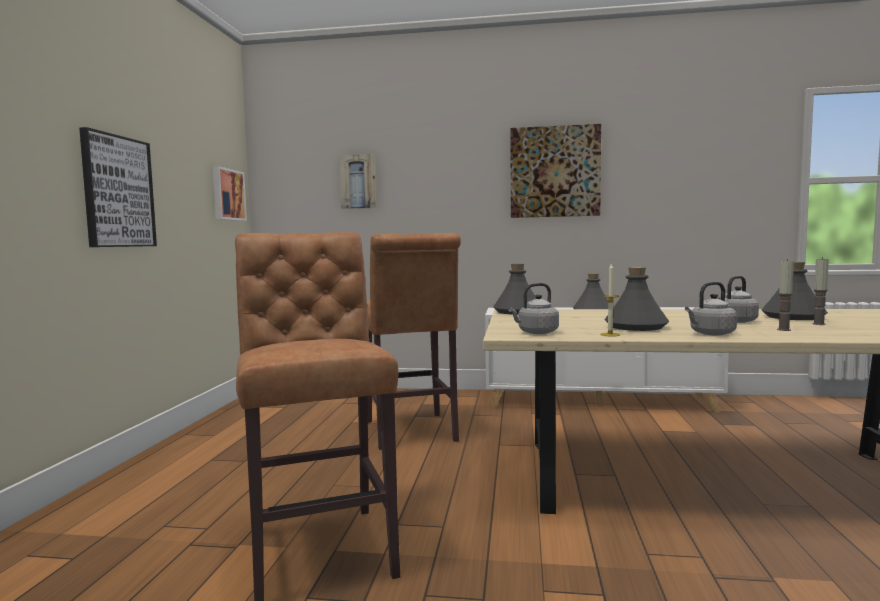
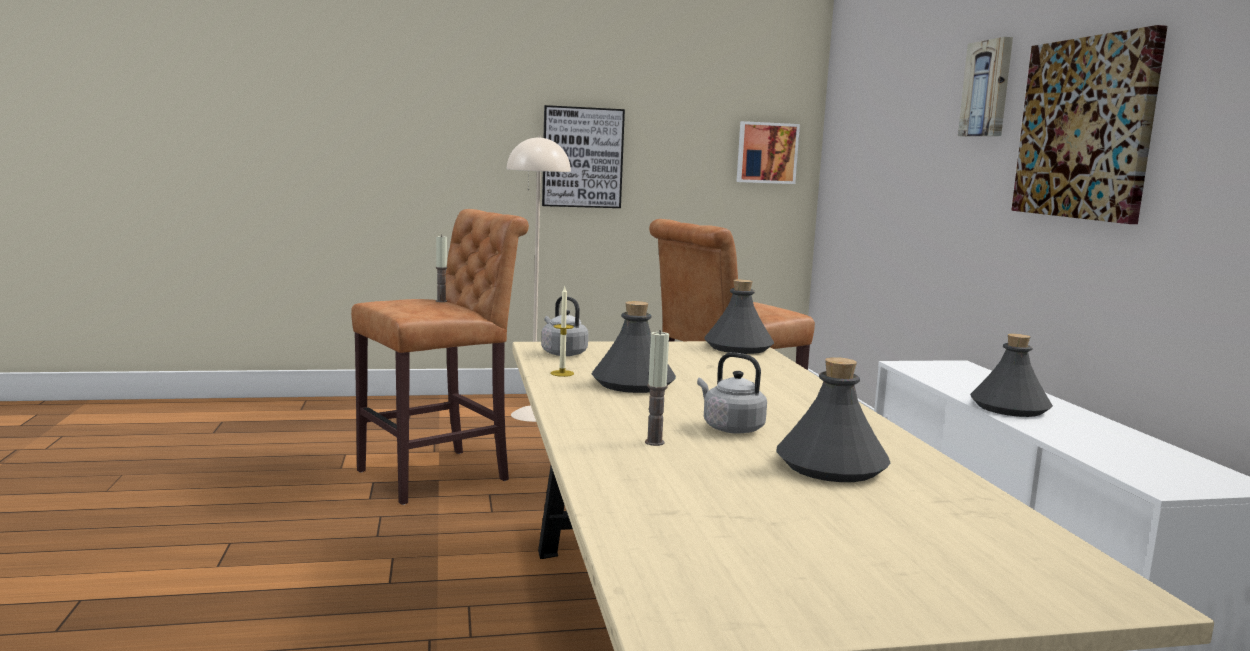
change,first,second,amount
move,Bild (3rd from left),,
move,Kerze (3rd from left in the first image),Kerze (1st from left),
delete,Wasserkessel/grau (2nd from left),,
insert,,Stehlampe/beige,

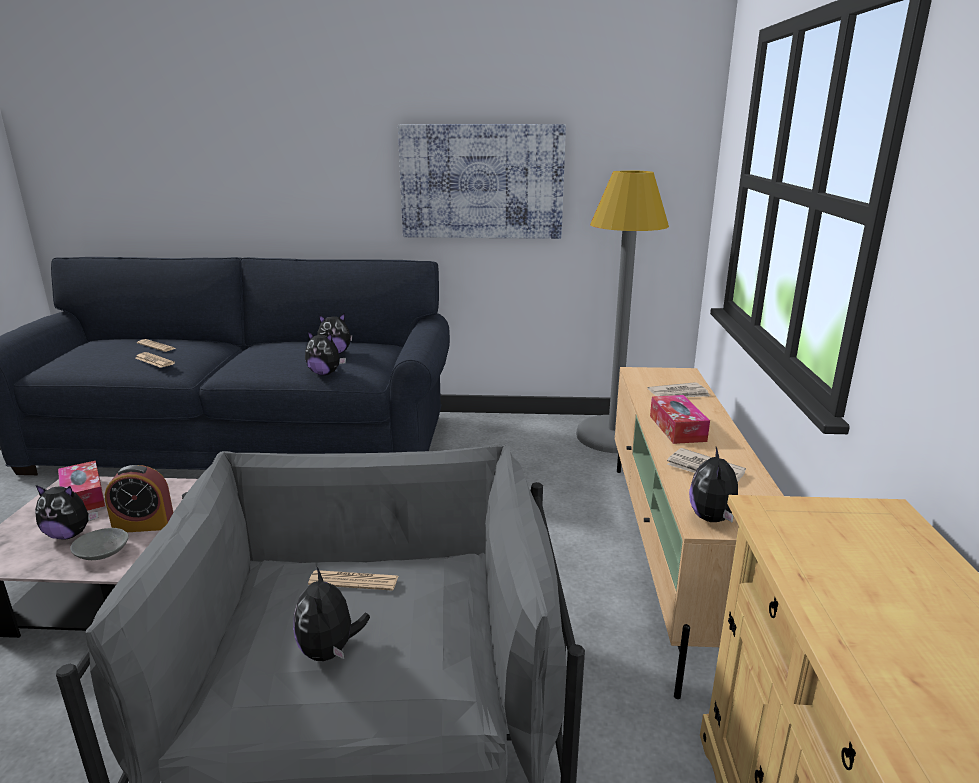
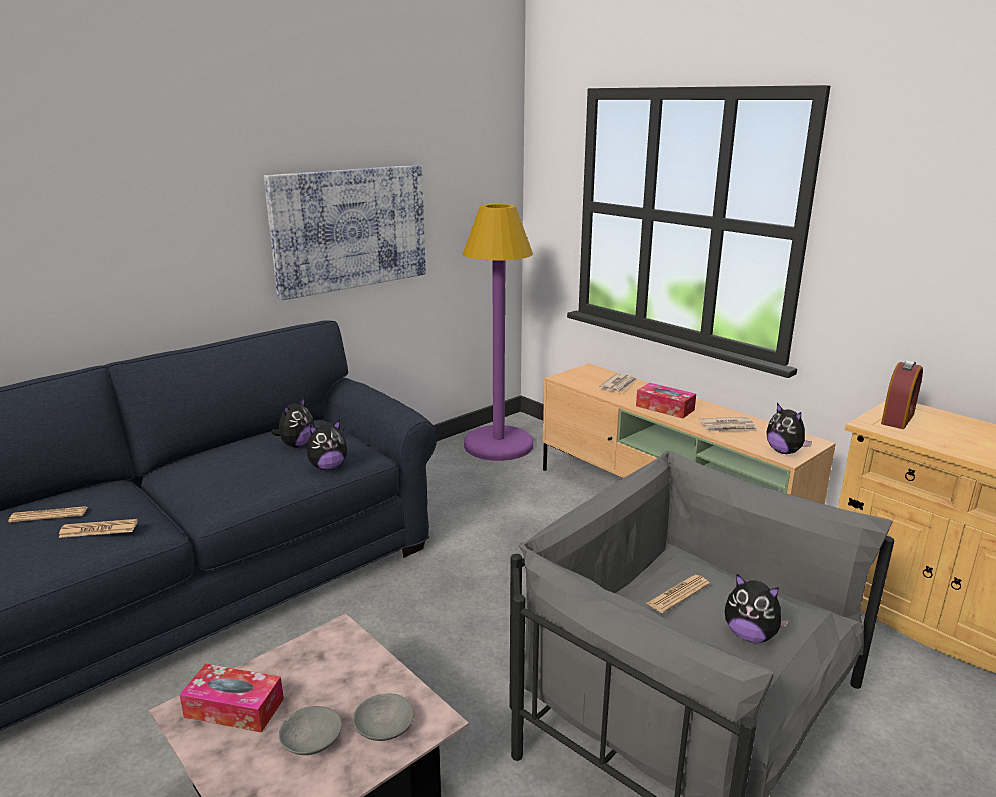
change,first,second,amount
recolor,Stehlampe/grau,Stehlampe/lila,
move,Wecker,,
replace,Plüschtier (1st from left),Schüssel/grau (1st from left),

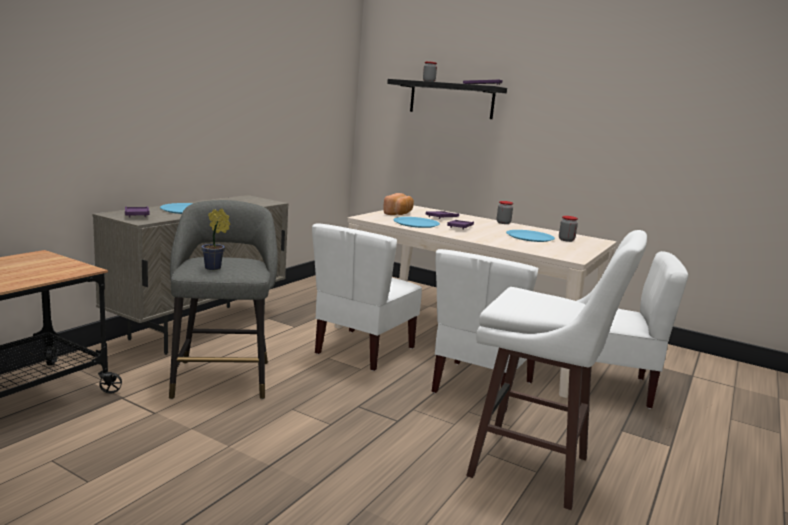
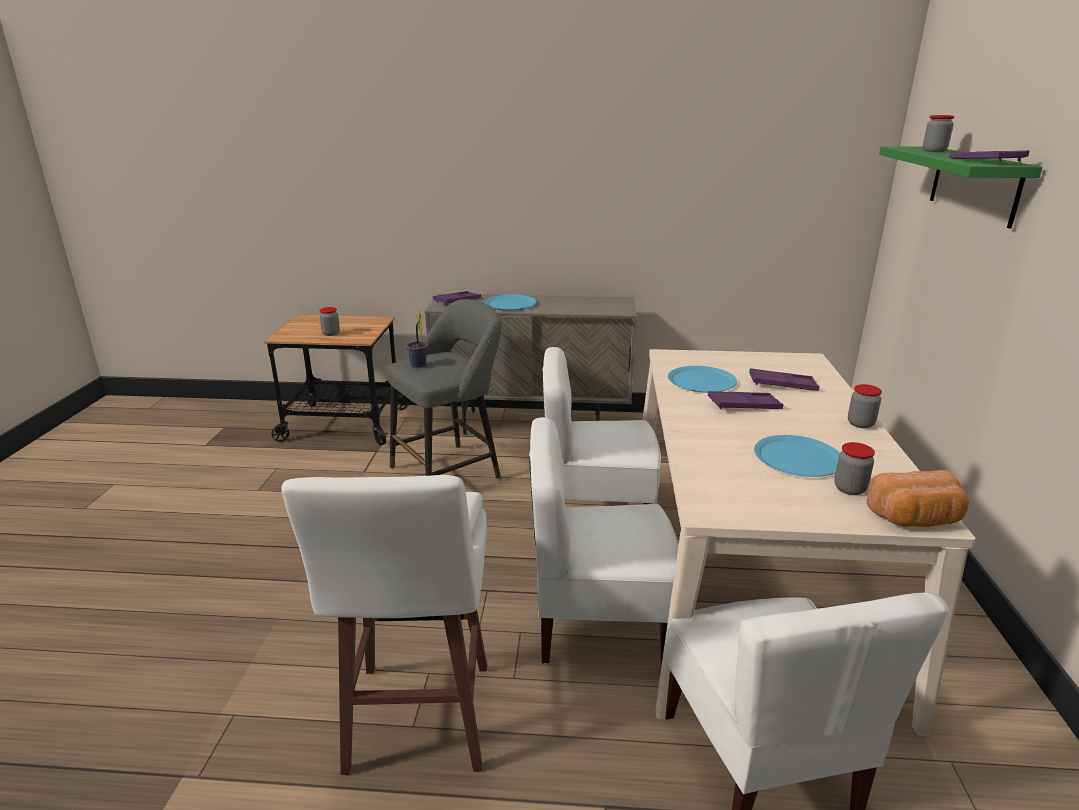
change,first,second,amount
recolor,Wandregal/schwarz,Wandregal/grün,
move,Brot,,
insert,,Vorratsglas (1st from left),

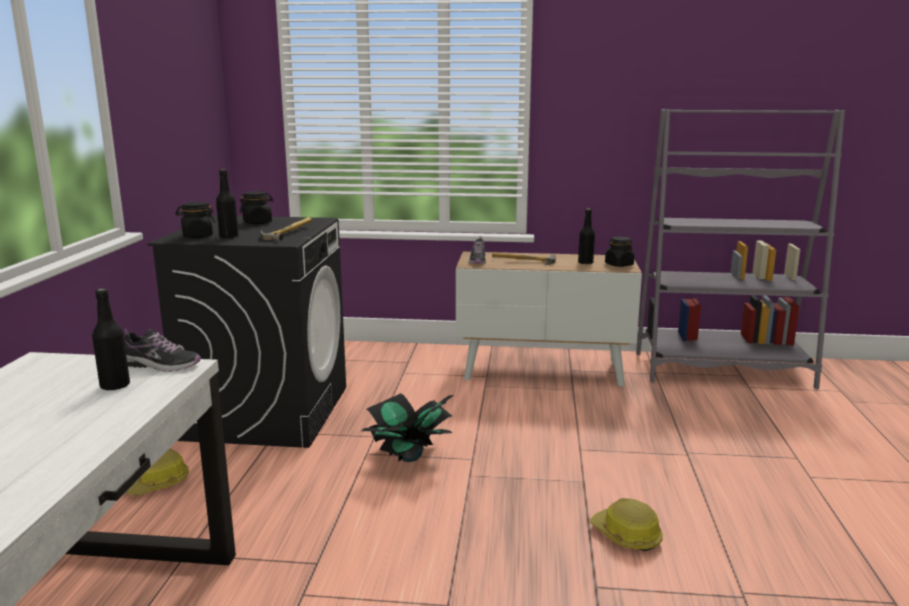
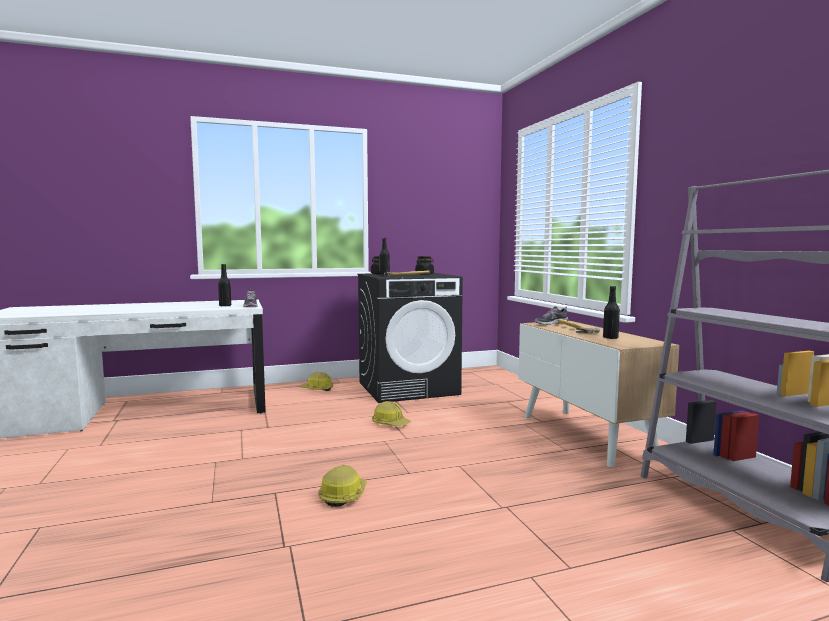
change,first,second,amount
delete,Vorratsglas/schwarz (3rd from left),,
replace,Topfpflanze,Schutzhelm (3rd from left),

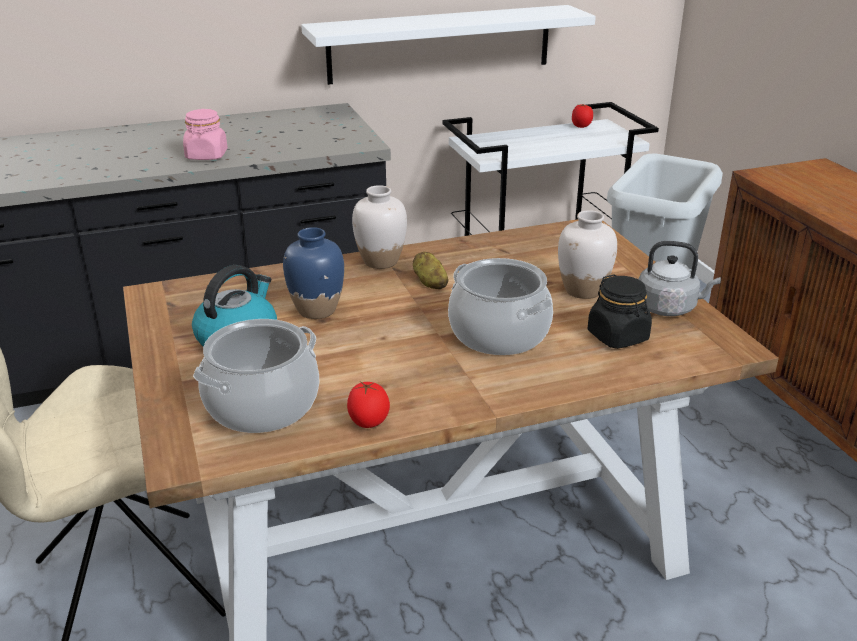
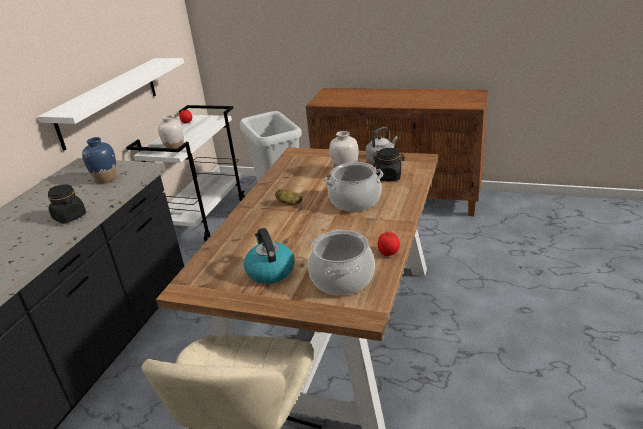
change,first,second,amount
recolor,Vorratsglas/rosa,Vorratsglas/schwarz (1st from left),
move,Vase/weiß (1st from left),,
move,Vase/blau,,

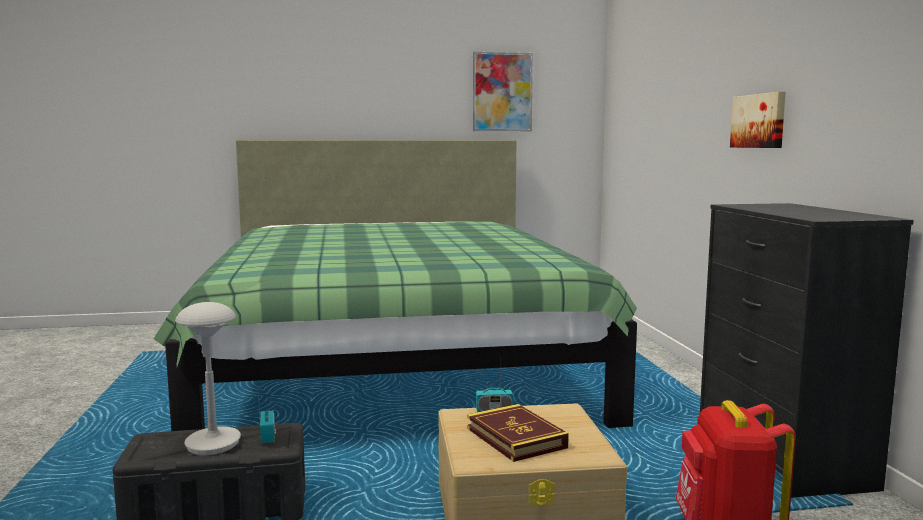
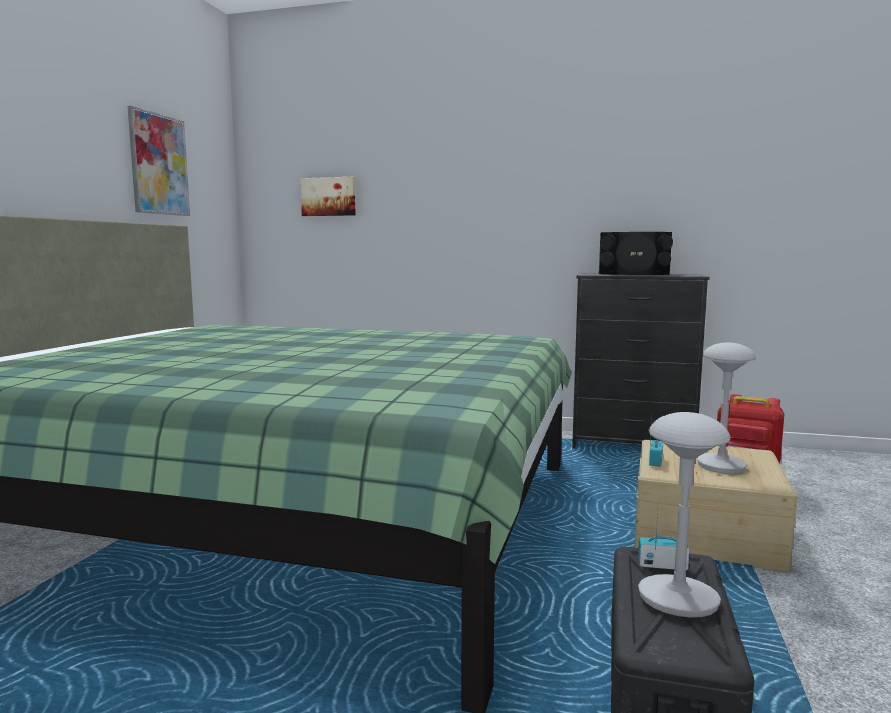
change,first,second,amount
move,Bild (2nd from left),,
replace,Buch,Tischlampe/grau (2nd from left),
insert,,Lautsprecher/schwarz,

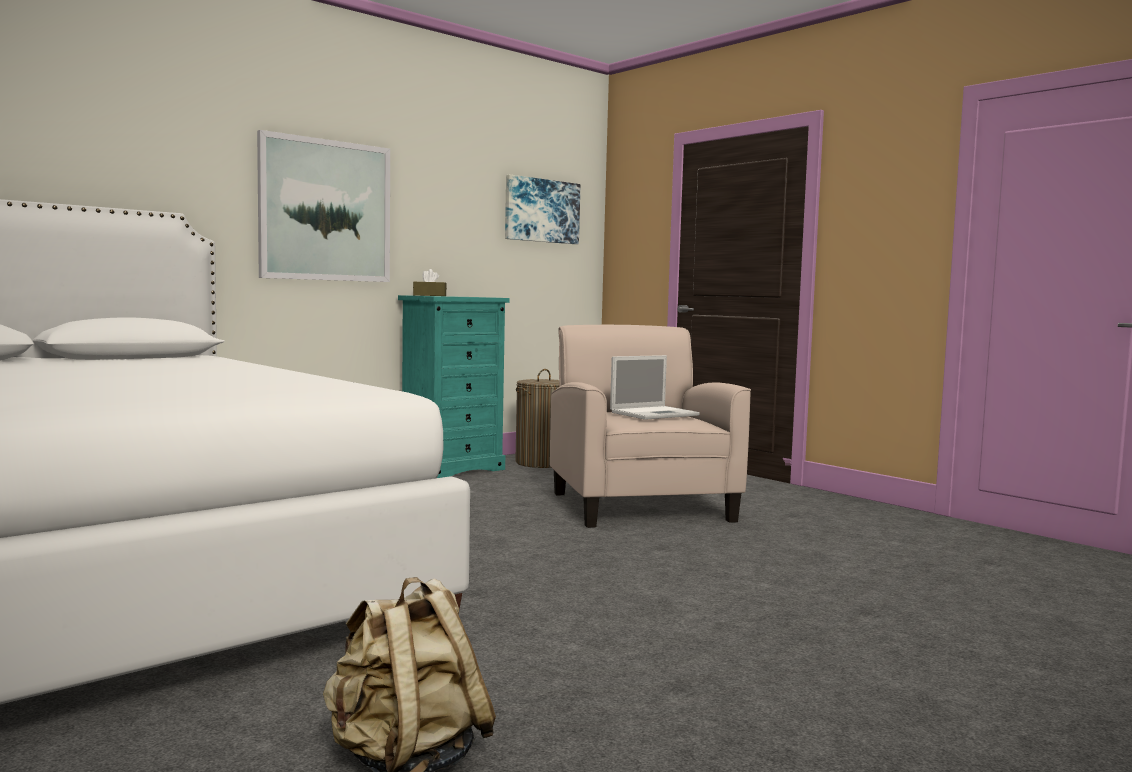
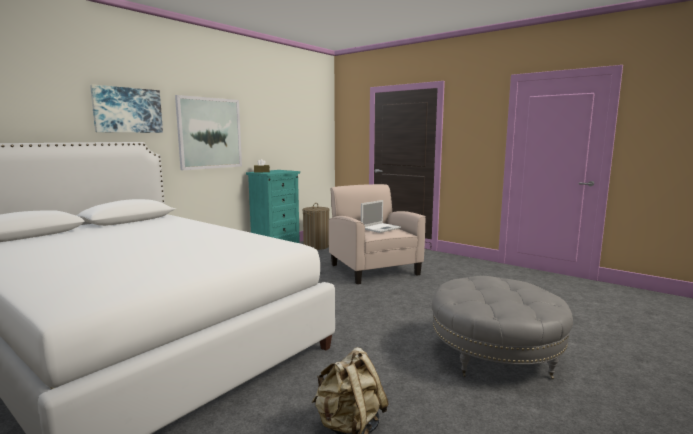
change,first,second,amount
move,Bild (2nd from left in the first image),Bild (1st from left),
insert,,Polsterhocker/grau,

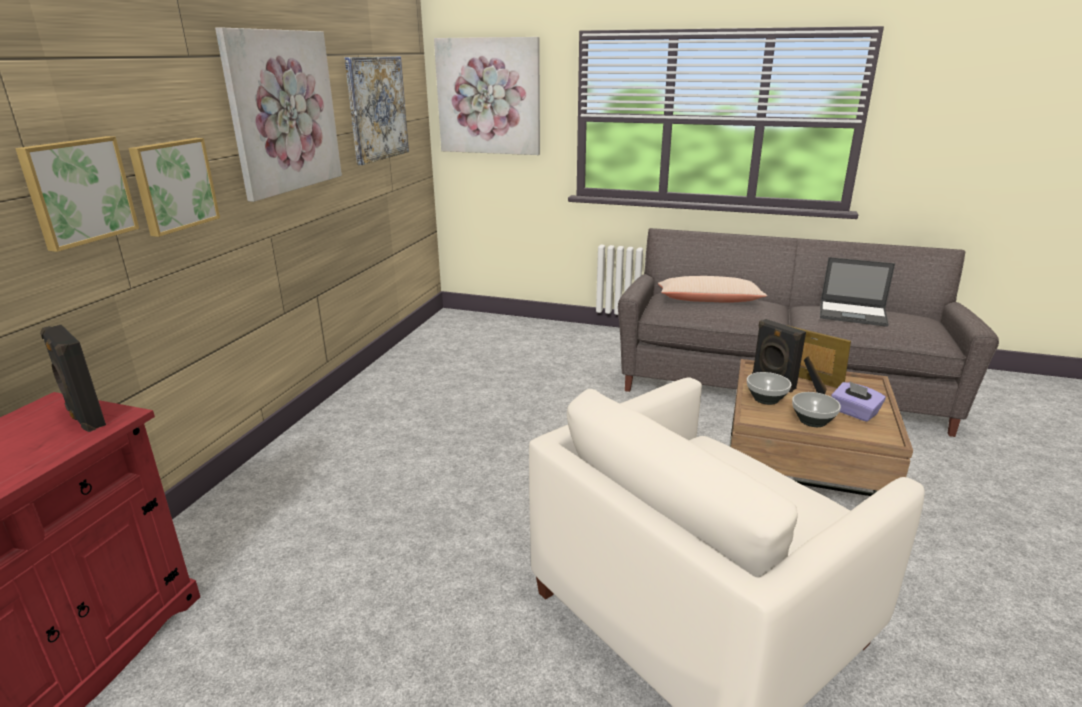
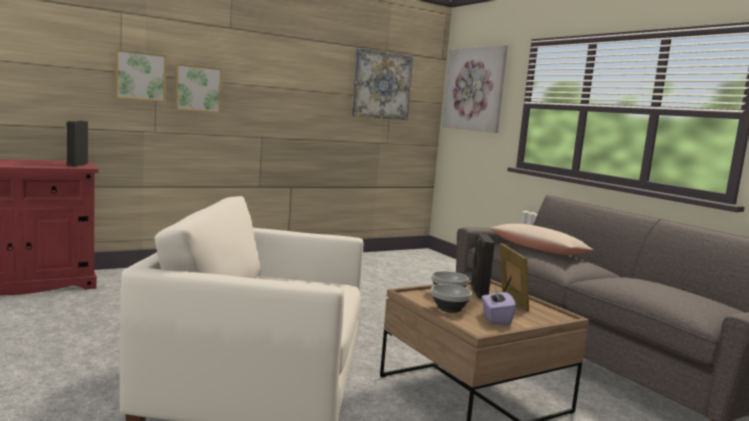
change,first,second,amount
delete,Bild (3rd from left),,
delete,Laptop,,

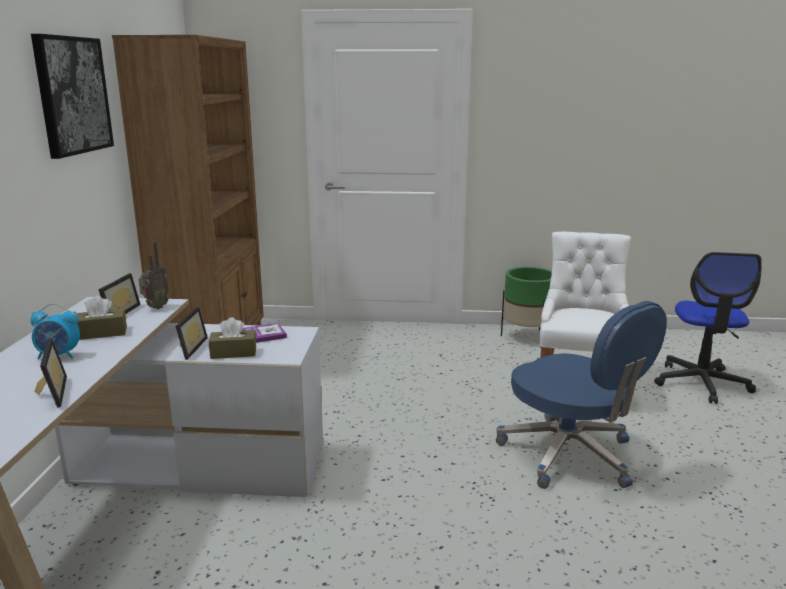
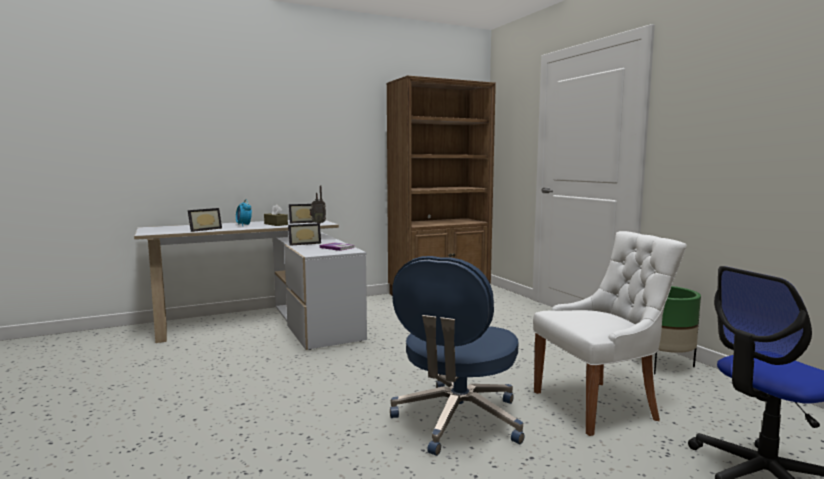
change,first,second,amount
delete,Bild,,
delete,Taschentuchbox/braun (2nd from left),,

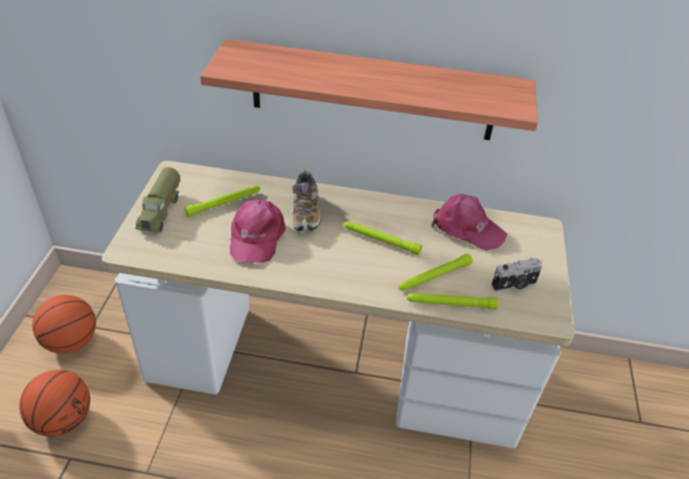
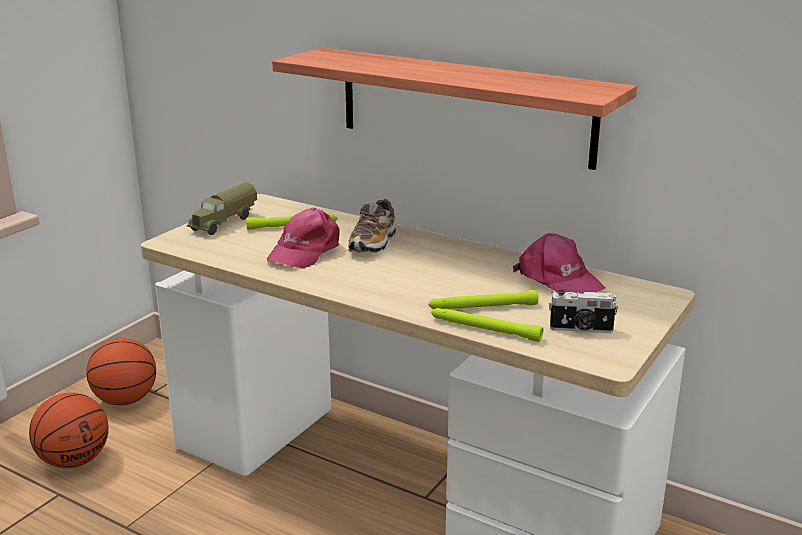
change,first,second,amount
delete,Taschenlampe/grün (2nd from left),,

